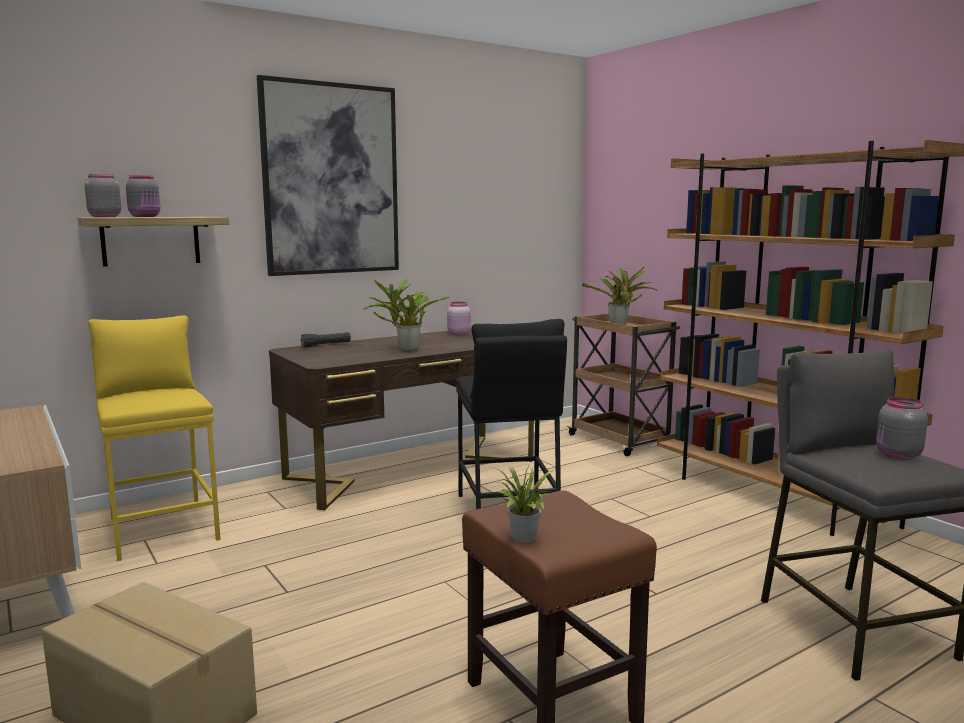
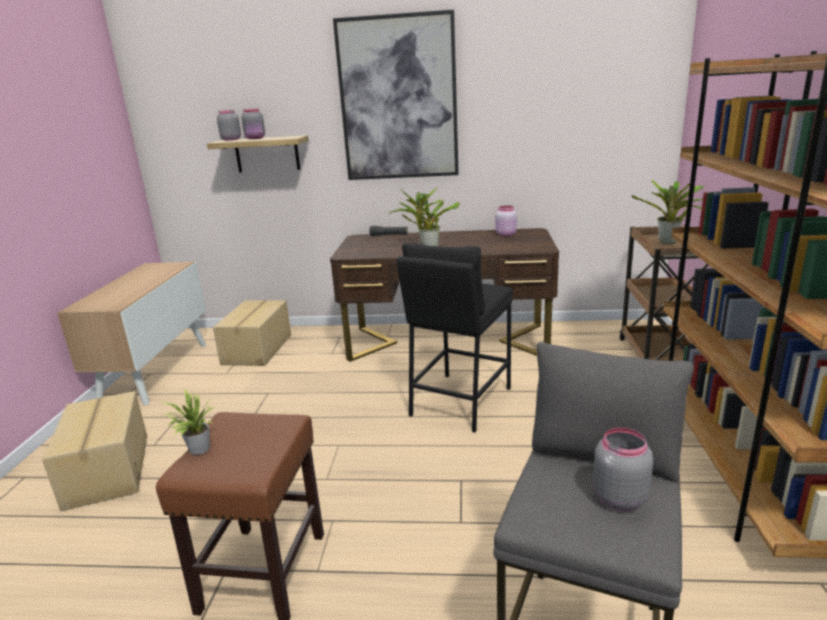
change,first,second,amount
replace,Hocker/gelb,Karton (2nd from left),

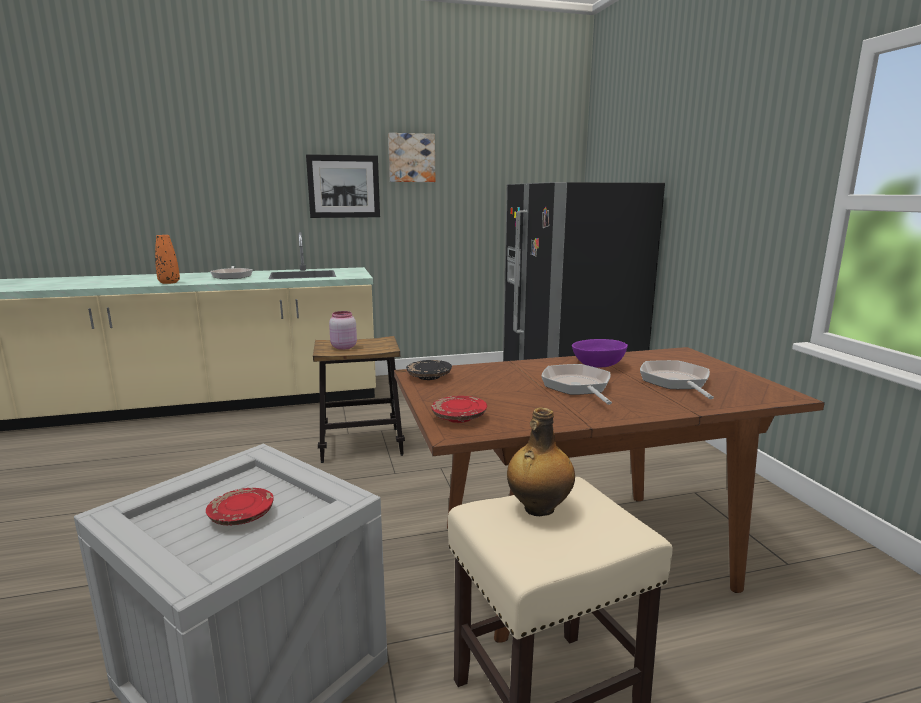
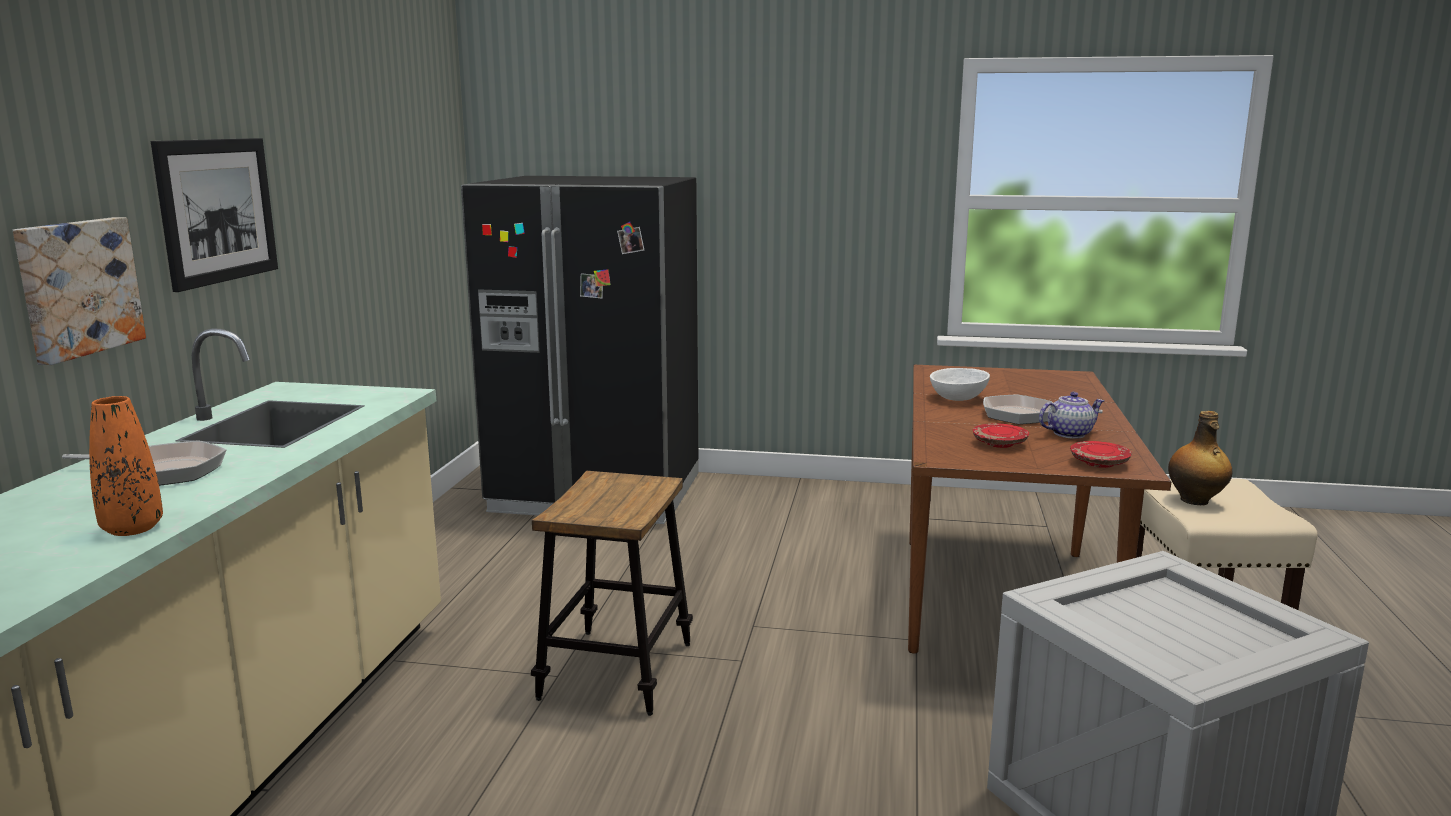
change,first,second,amount
move,Bild (2nd from left in the first image),Bild (1st from left),
delete,Vorratsglas/rosa,,
recolor,Schüssel/lila,Schüssel/weiß,
delete,Teller/schwarz,,
delete,Pfanne (3rd from left),,
move,Teller/rot (1st from left),,
insert,,Teekanne,

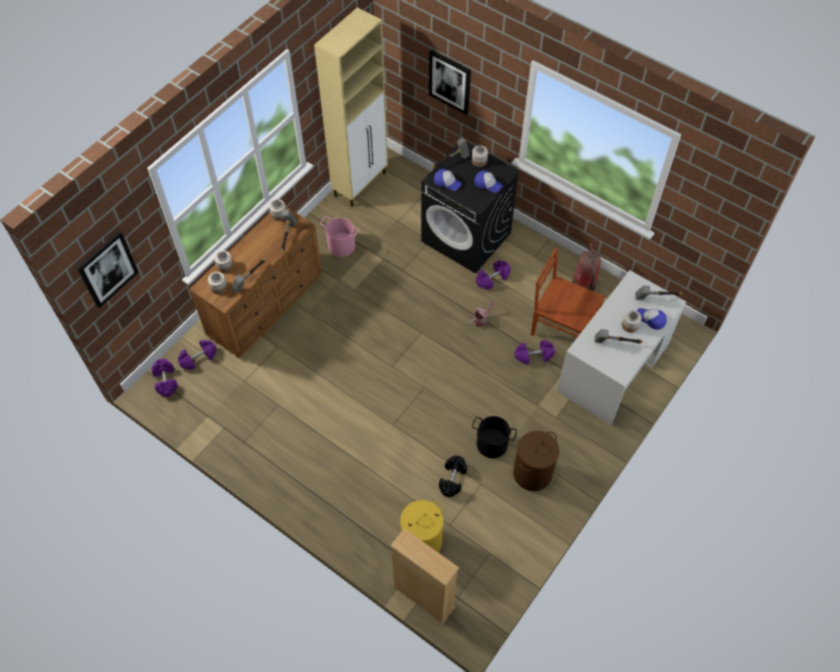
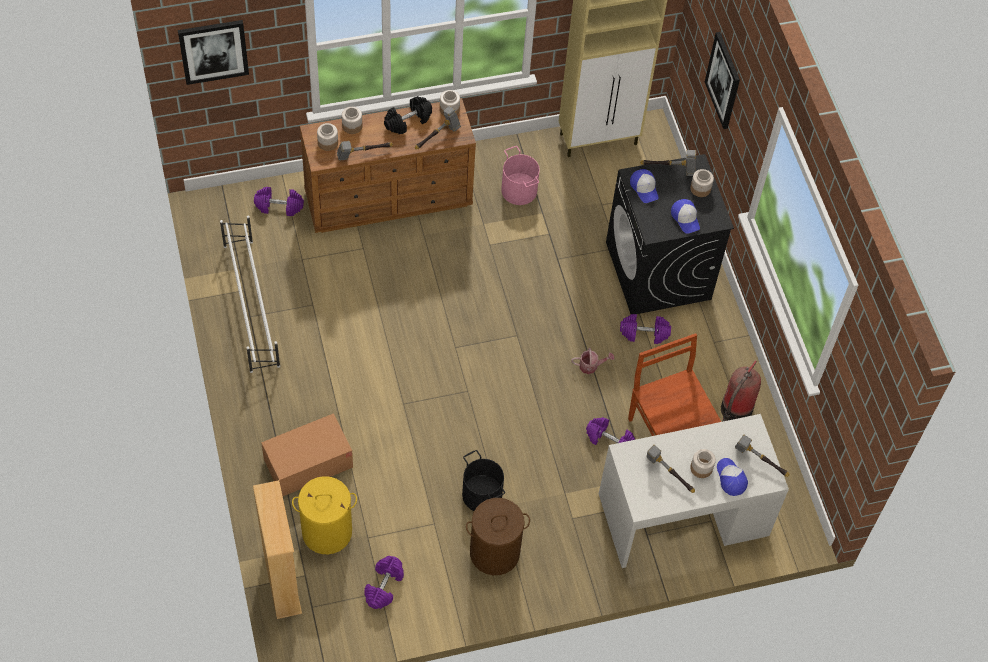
change,first,second,amount
move,Hantel/lila (1st from left in the first image),Hantel/lila (2nd from left),
move,Hantel/schwarz,,
insert,,Schuhregal/weiß,
insert,,Karton,

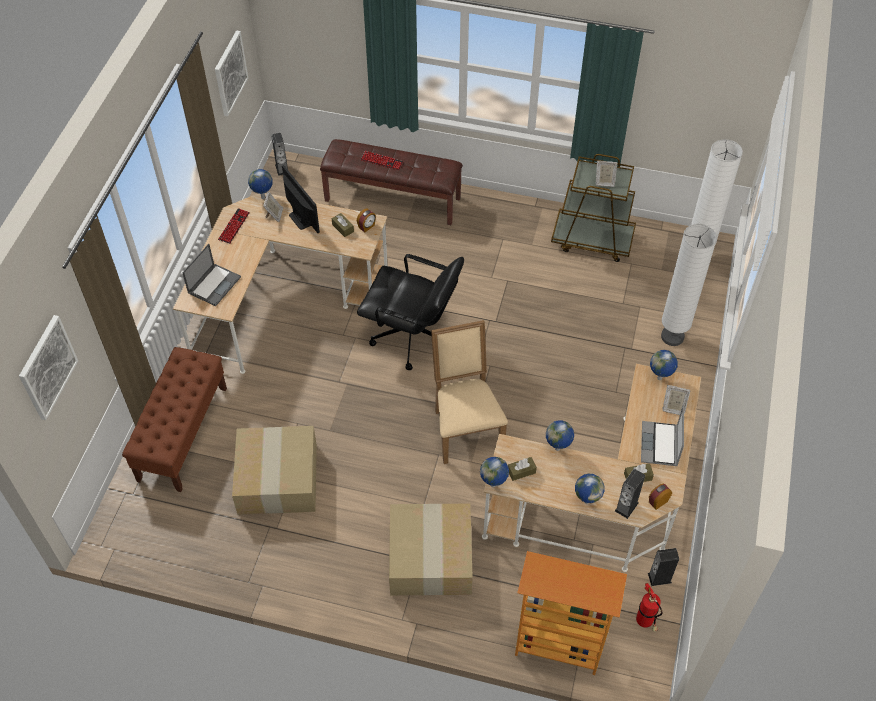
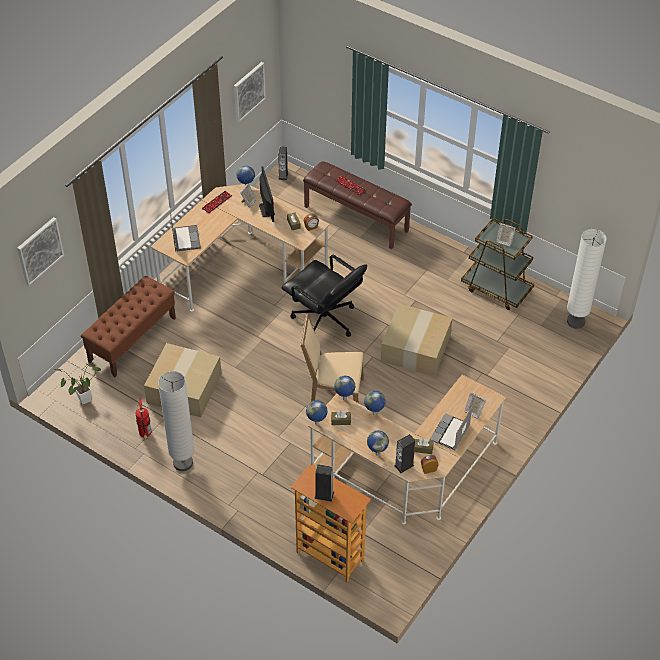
change,first,second,amount
move,Stehlampe/weiß (1st from left),,
rotate,Laptop (1st from left),,60 degrees counterclockwise
rotate,Stuhl/beige,,90 degrees counterclockwise
move,Globus (5th from left in the first image),Globus (3rd from left),
move,Karton (2nd from left),,
move,Lautsprecher (3rd from left in the first image),Lautsprecher (2nd from left),
move,Feuerlöscher,,
insert,,Topfpflanze,

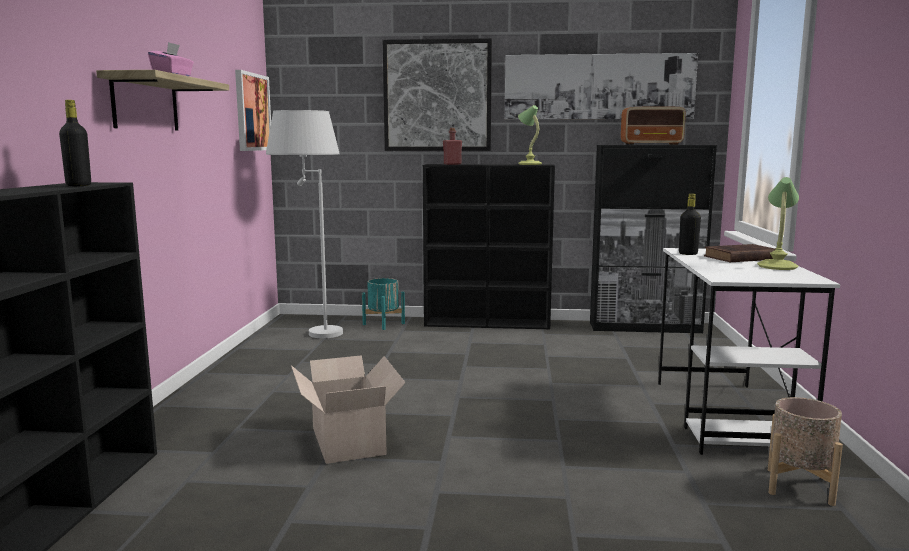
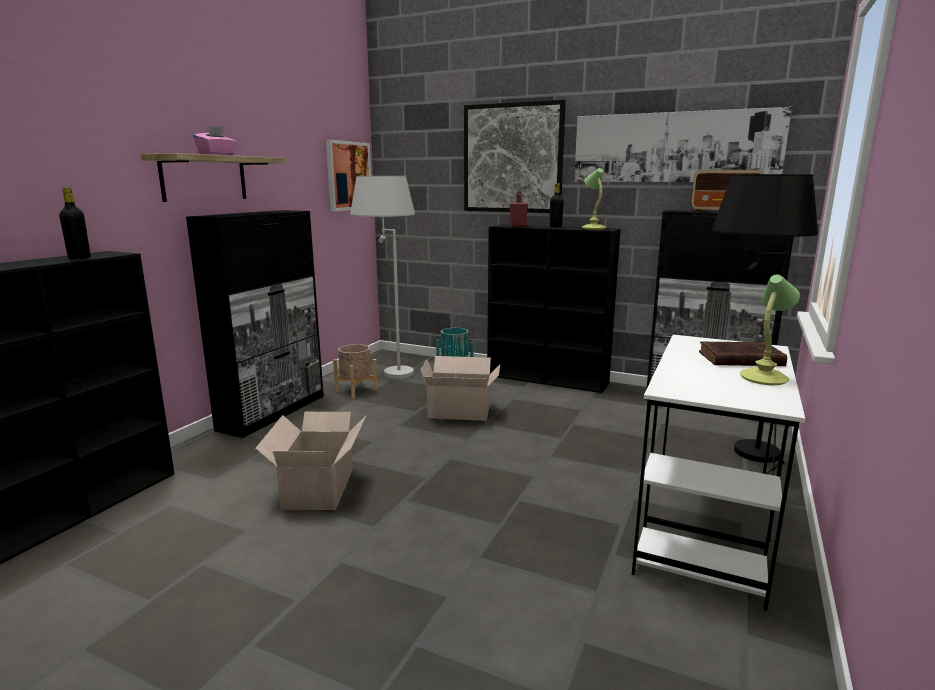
change,first,second,amount
move,Flasche/schwarz (2nd from left),,
move,Pflanzkübel/beige,,
insert,,Stehlampe/schwarz,
insert,,Schrank/schwarz (1st from left),
insert,,Karton (2nd from left),

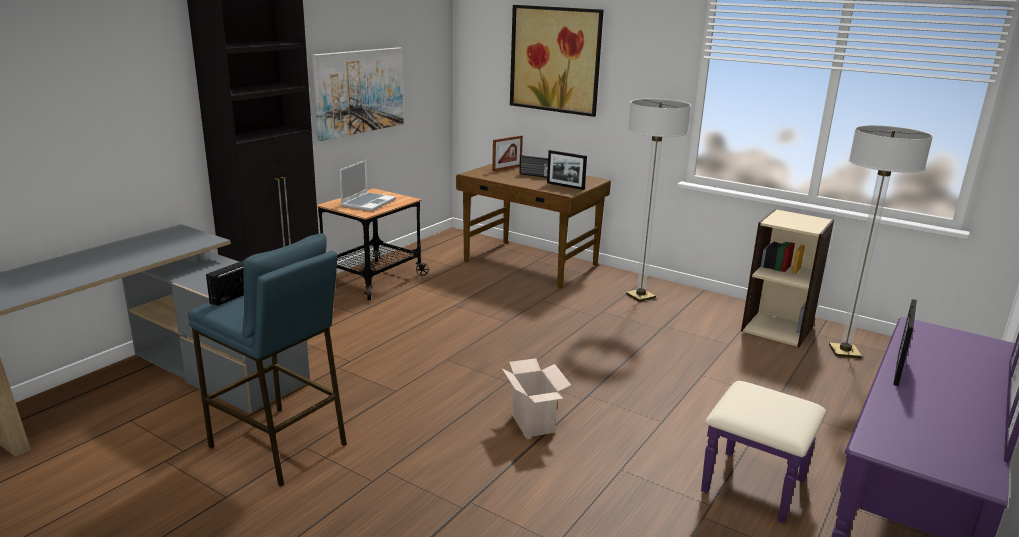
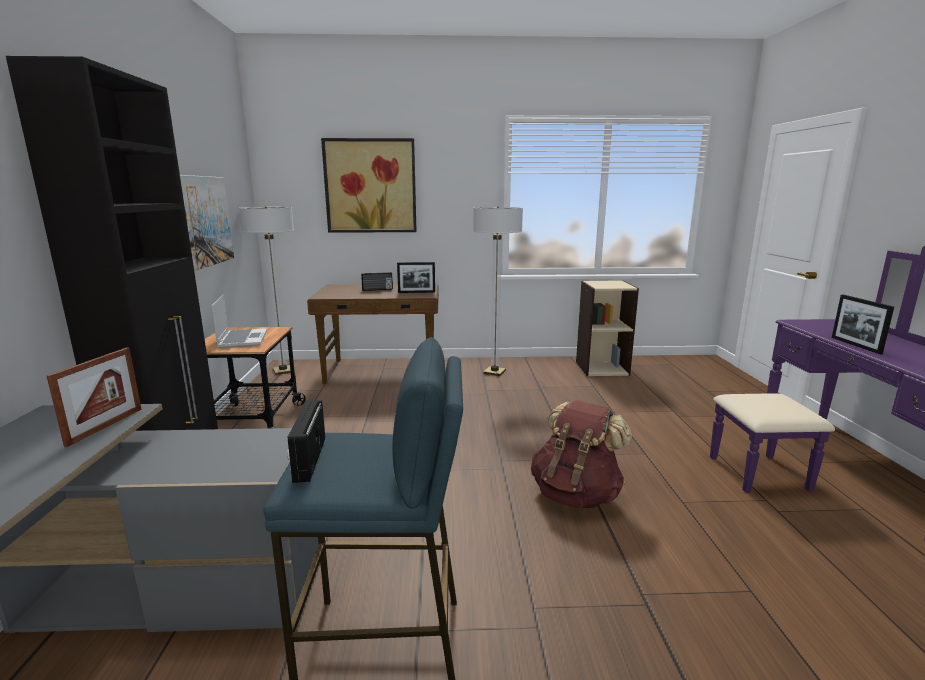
change,first,second,amount
move,Stehlampe (2nd from left in the first image),Stehlampe (1st from left),
move,Bilderrahmen (1st from left),,
replace,Karton,Rucksack/braun,

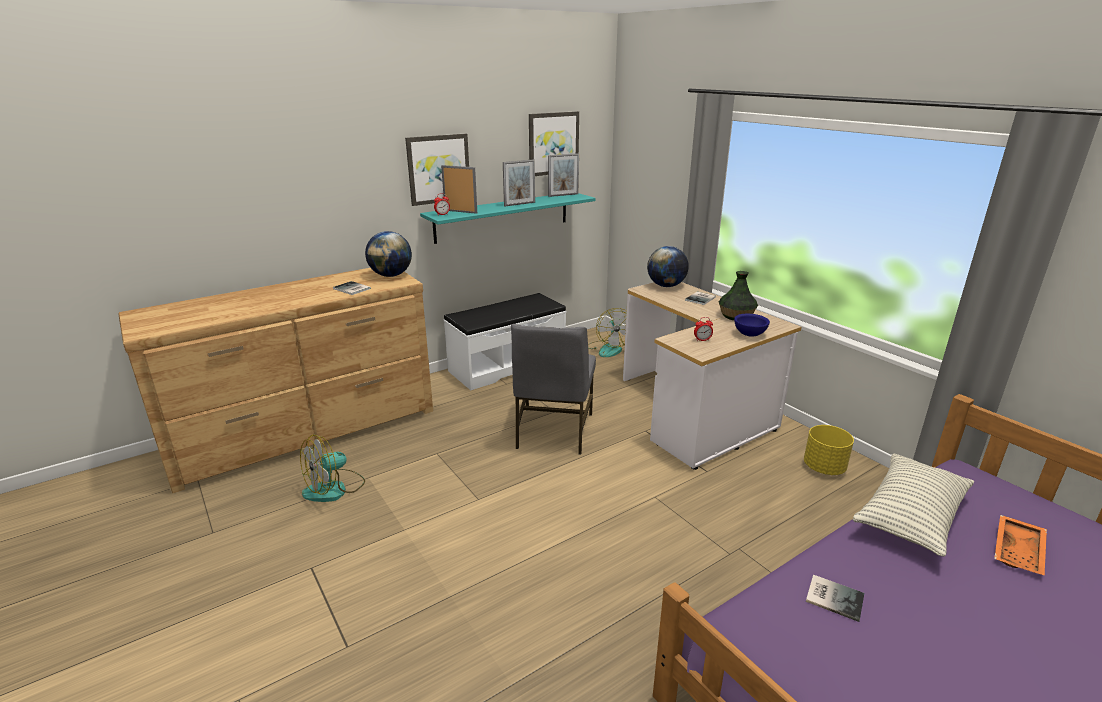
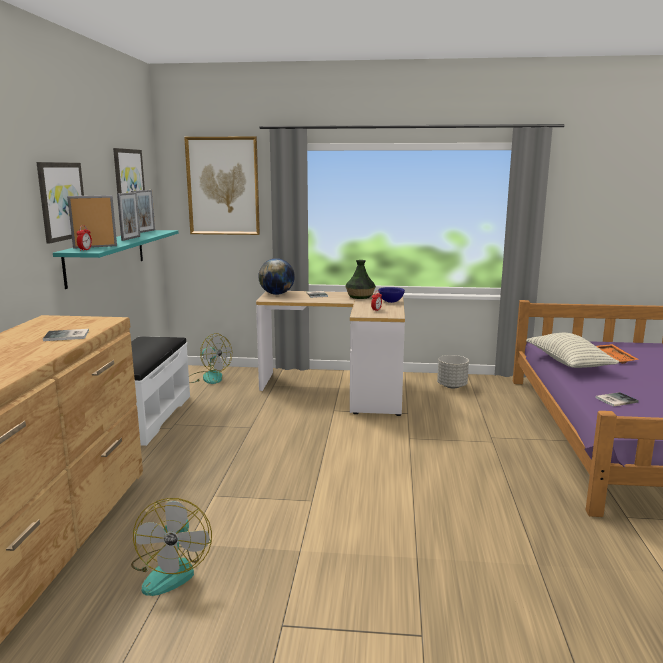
change,first,second,amount
delete,Globus (1st from left),,
delete,Stuhl/grau,,
recolor,Pflanzkübel/gelb,Pflanzkübel/grau,
insert,,Bild (3rd from left),

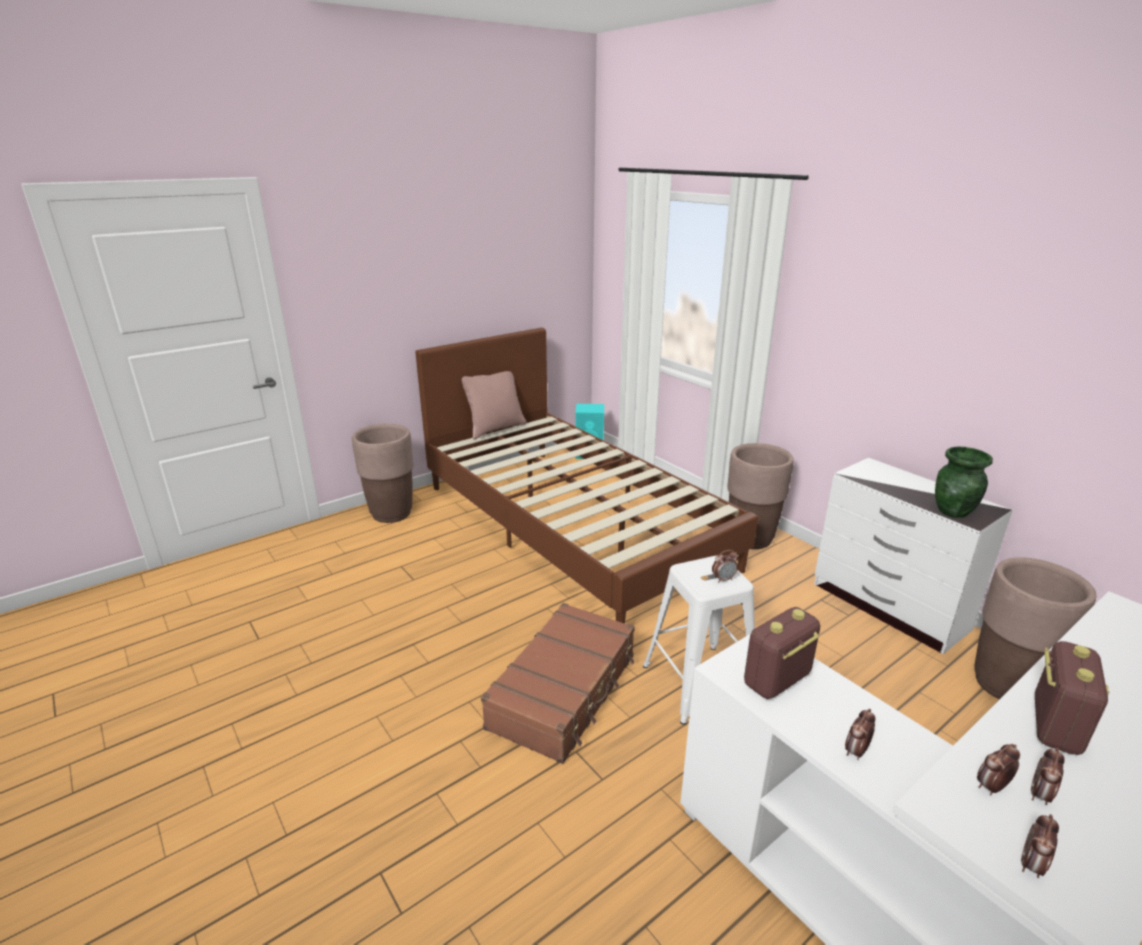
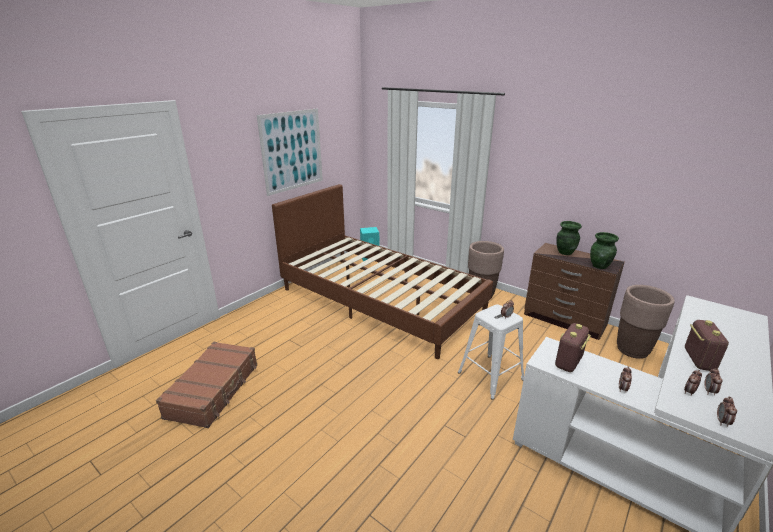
change,first,second,amount
delete,Kissen/rosa,,
delete,Pflanzkübel/braun (1st from left),,
recolor,Kommode/weiß,Kommode/braun,
move,Koffer/braun,,
insert,,Bild,
insert,,Vase/grün (1st from left),

